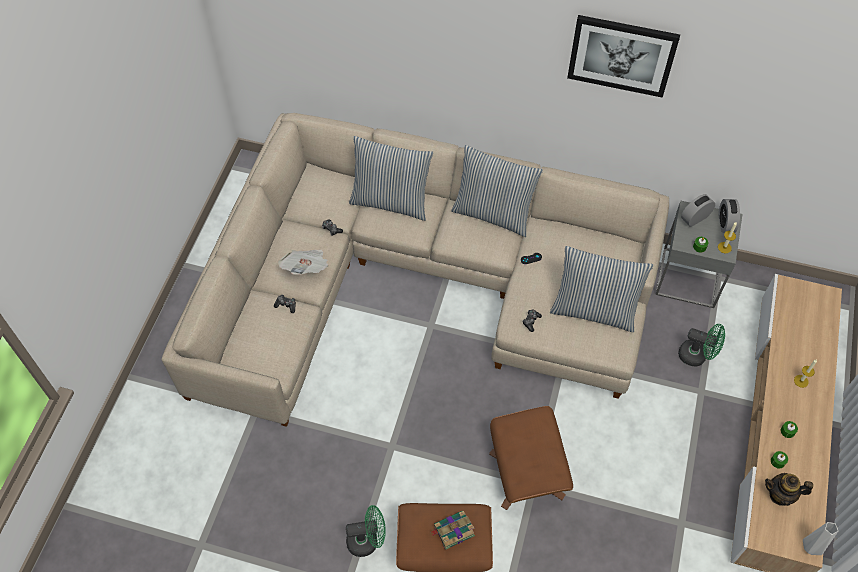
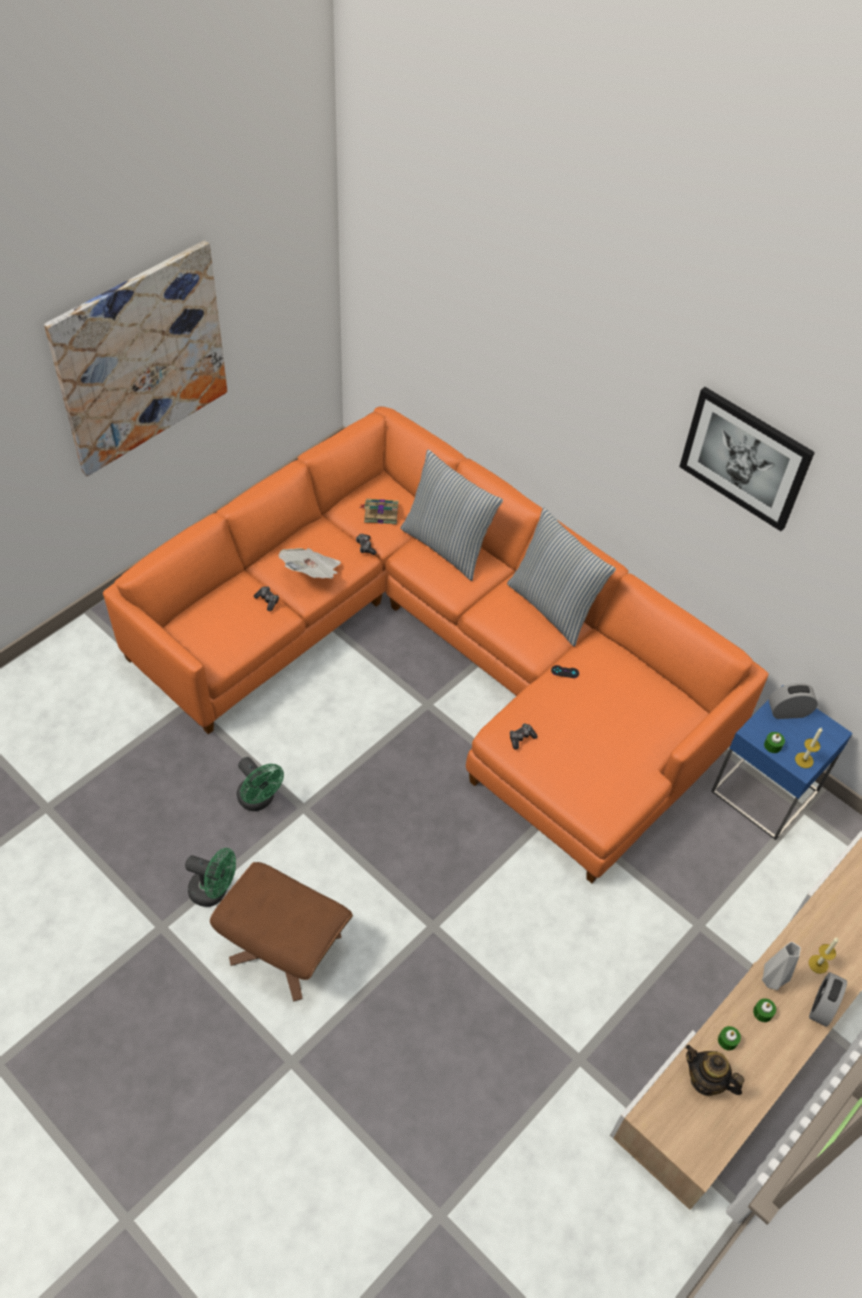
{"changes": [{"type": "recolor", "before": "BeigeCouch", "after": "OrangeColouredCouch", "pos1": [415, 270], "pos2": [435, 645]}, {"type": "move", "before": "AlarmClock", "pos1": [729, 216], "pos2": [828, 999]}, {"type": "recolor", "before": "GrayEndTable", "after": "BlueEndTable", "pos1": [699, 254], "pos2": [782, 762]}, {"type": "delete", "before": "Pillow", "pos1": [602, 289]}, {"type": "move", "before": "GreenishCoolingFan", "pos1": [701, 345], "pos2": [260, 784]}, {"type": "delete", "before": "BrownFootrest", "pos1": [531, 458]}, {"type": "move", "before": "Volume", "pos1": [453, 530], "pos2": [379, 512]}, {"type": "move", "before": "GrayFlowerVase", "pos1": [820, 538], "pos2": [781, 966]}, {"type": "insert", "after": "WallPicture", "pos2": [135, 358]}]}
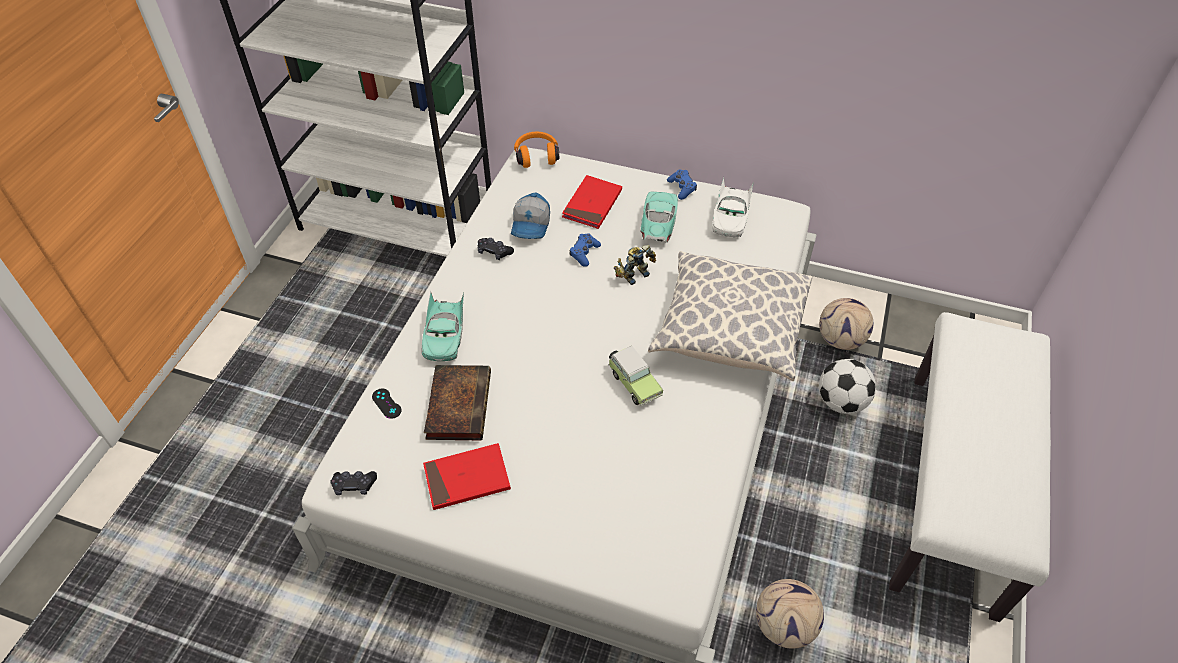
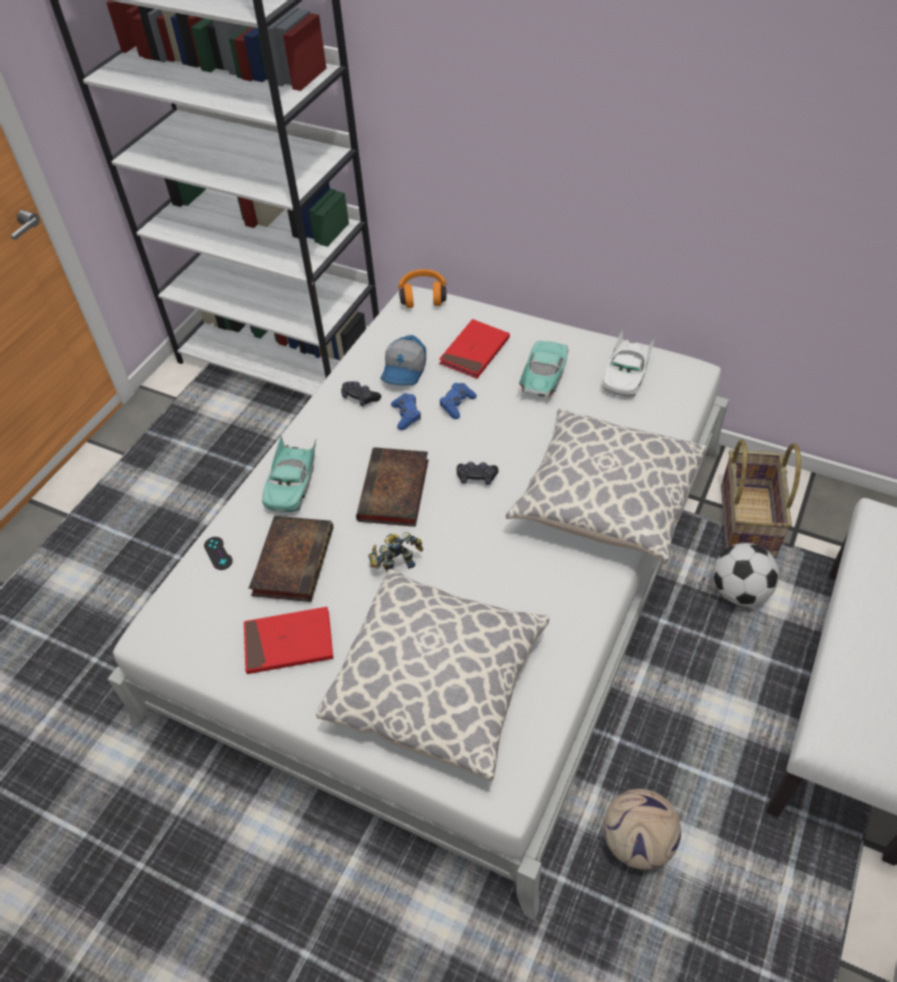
{"changes": [{"type": "move", "before": "BlueGamepad", "pos1": [682, 185], "pos2": [406, 411]}, {"type": "move", "before": "ToyRobot", "pos1": [635, 265], "pos2": [395, 552]}, {"type": "replace", "before": "FootballBall", "after": "HouseholdBasket", "pos1": [846, 324], "pos2": [761, 498]}, {"type": "delete", "before": "ToyCar", "pos1": [635, 376]}, {"type": "move", "before": "BlackColouredGamepad", "pos1": [353, 483], "pos2": [477, 473]}, {"type": "insert", "after": "Volume", "pos2": [392, 487]}, {"type": "insert", "after": "Pillow", "pos2": [432, 675]}]}
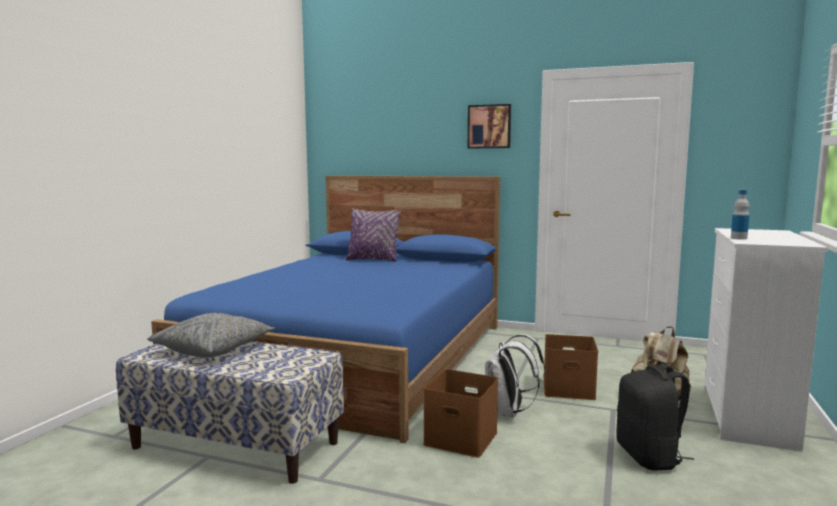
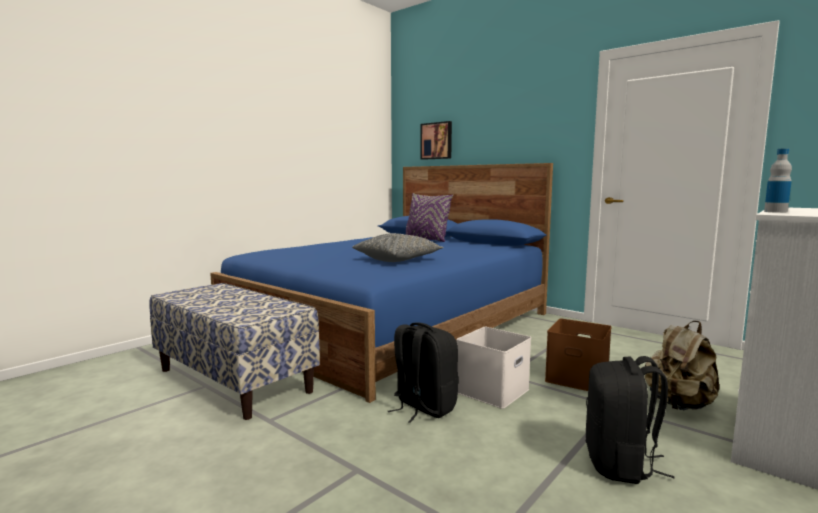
{"changes": [{"type": "move", "before": "WallPicture", "pos1": [489, 126], "pos2": [436, 140]}, {"type": "move", "before": "GrayPillow", "pos1": [211, 335], "pos2": [397, 247]}, {"type": "replace", "before": "WhiteBackpack", "after": "WhiteStorageBox", "pos1": [515, 375], "pos2": [493, 368]}, {"type": "replace", "before": "BrownStorageBox", "after": "BlackColouredBackpack", "pos1": [460, 413], "pos2": [423, 372]}]}
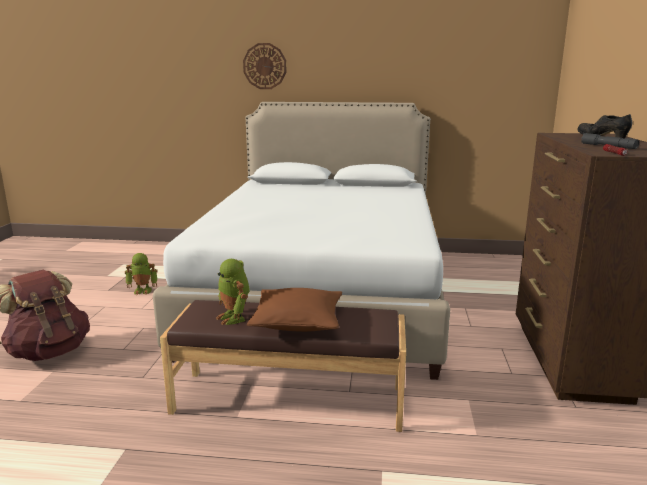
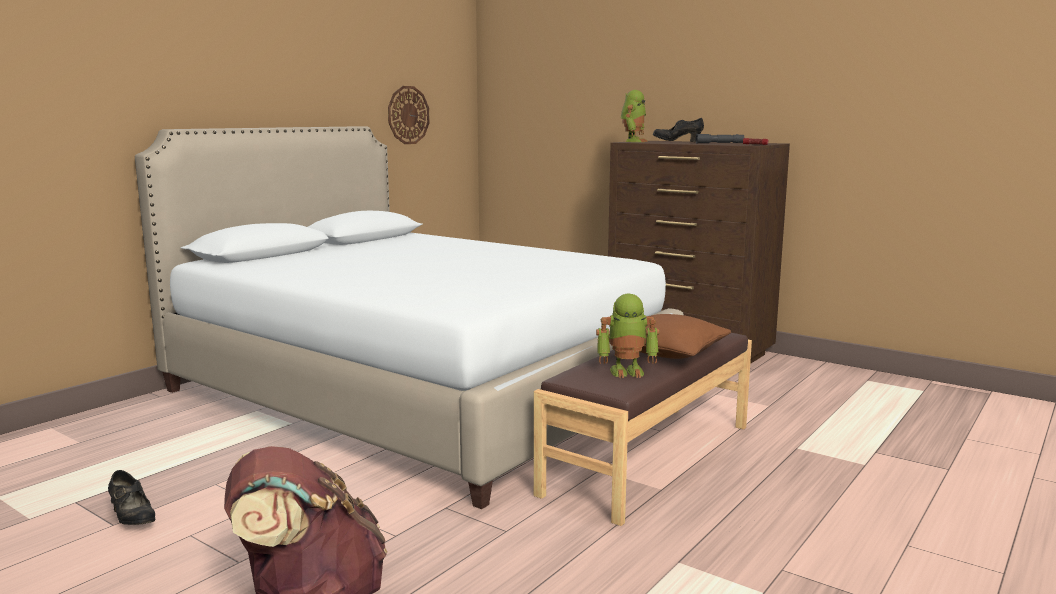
{"changes": [{"type": "move", "before": "HangingClock", "pos1": [264, 66], "pos2": [409, 115]}, {"type": "move", "before": "ToyRobot", "pos1": [141, 274], "pos2": [634, 116]}, {"type": "insert", "after": "BlackColouredItemOfFootwear", "pos2": [131, 497]}]}
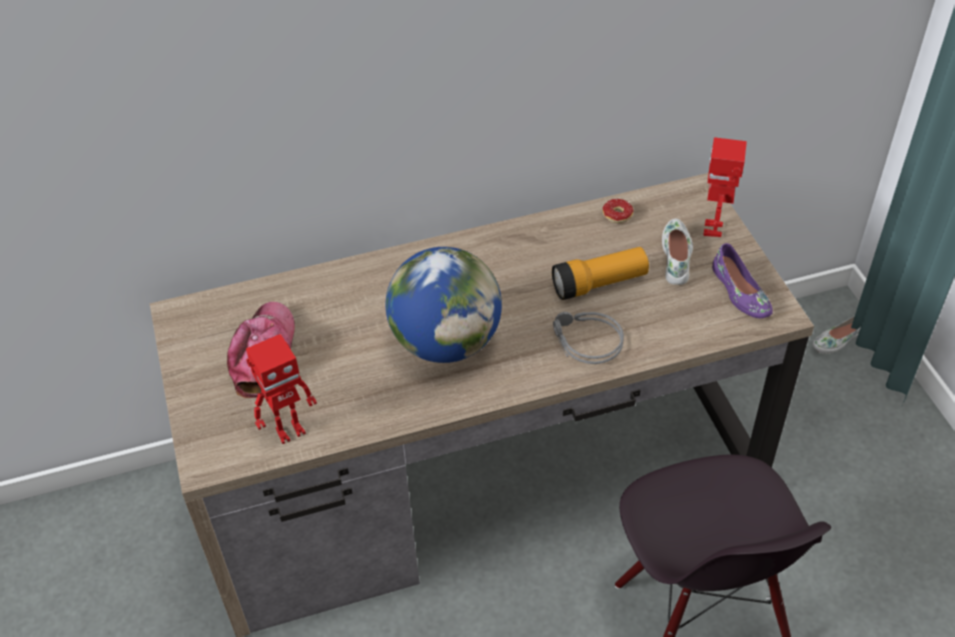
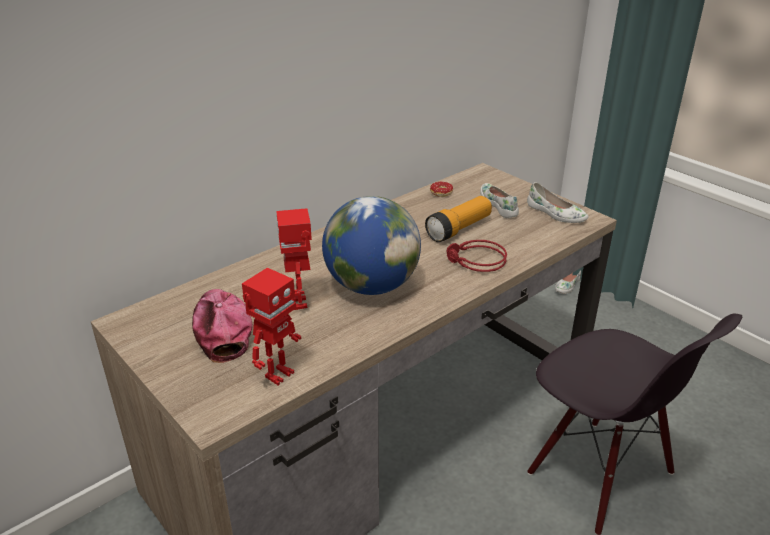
{"changes": [{"type": "move", "before": "ToyRobot", "pos1": [725, 187], "pos2": [294, 259]}, {"type": "recolor", "before": "PurpleItemOfFootwear", "after": "WhiteItemOfFootwear", "pos1": [742, 280], "pos2": [558, 202]}, {"type": "recolor", "before": "GrayHeadset", "after": "ReddishHeadset", "pos1": [588, 338], "pos2": [477, 256]}]}
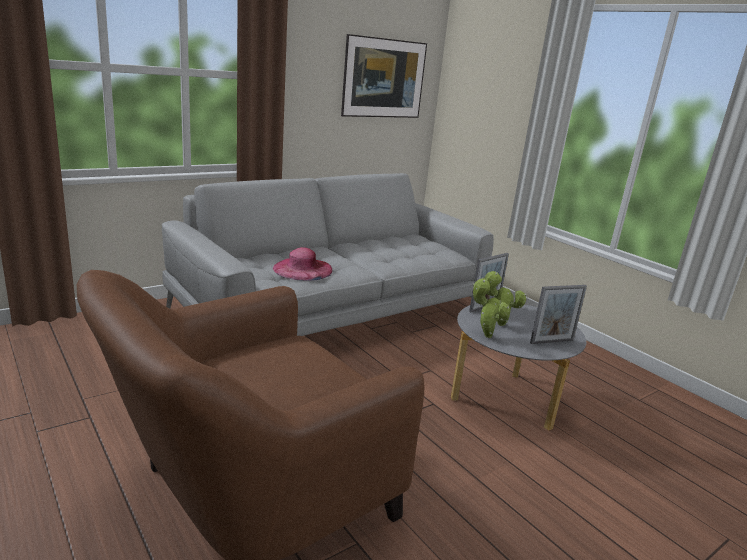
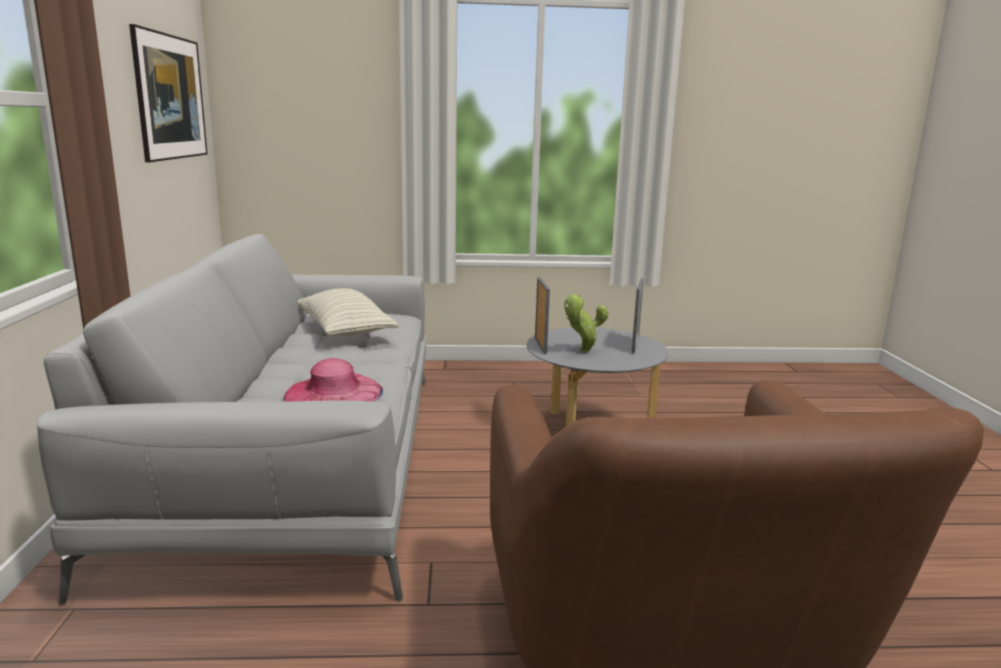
{"changes": [{"type": "delete", "before": "PottedPlant", "pos1": [491, 308]}, {"type": "insert", "after": "Pillow", "pos2": [348, 312]}]}
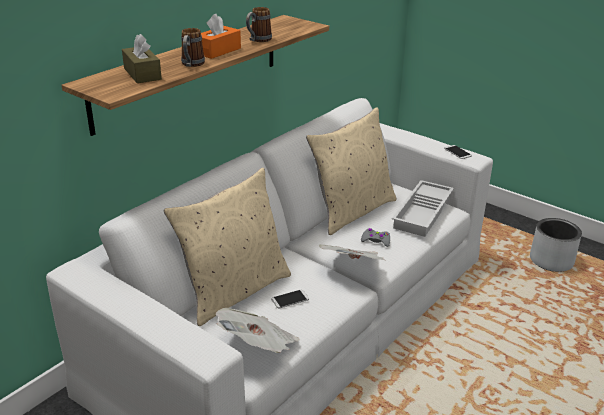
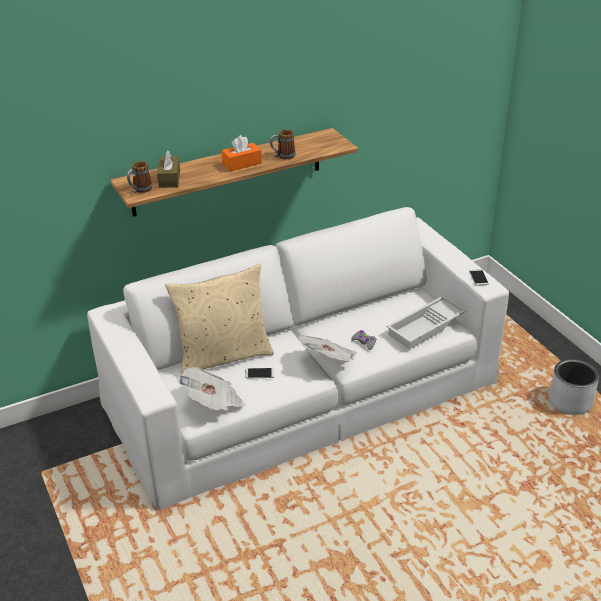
{"changes": [{"type": "move", "before": "TeaMug", "pos1": [193, 47], "pos2": [139, 177]}, {"type": "delete", "before": "BeigePillow", "pos1": [351, 171]}]}
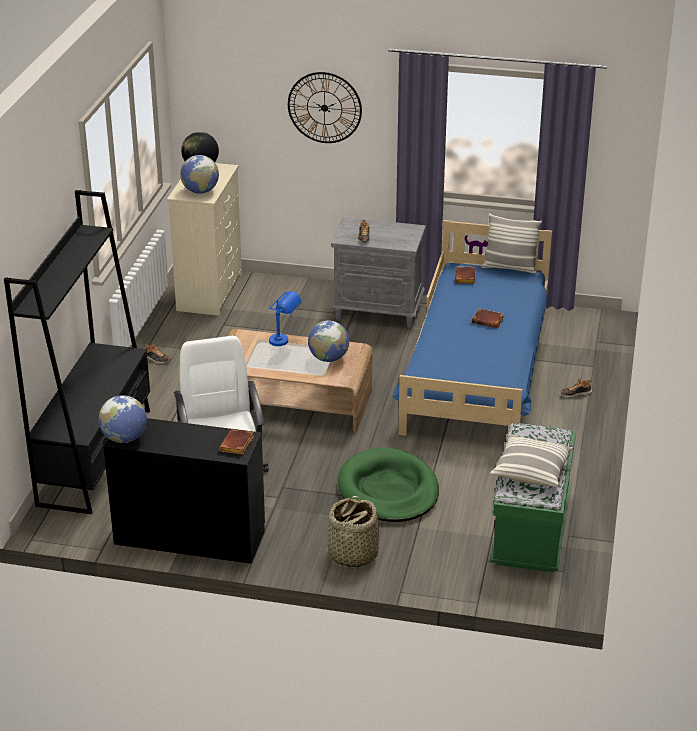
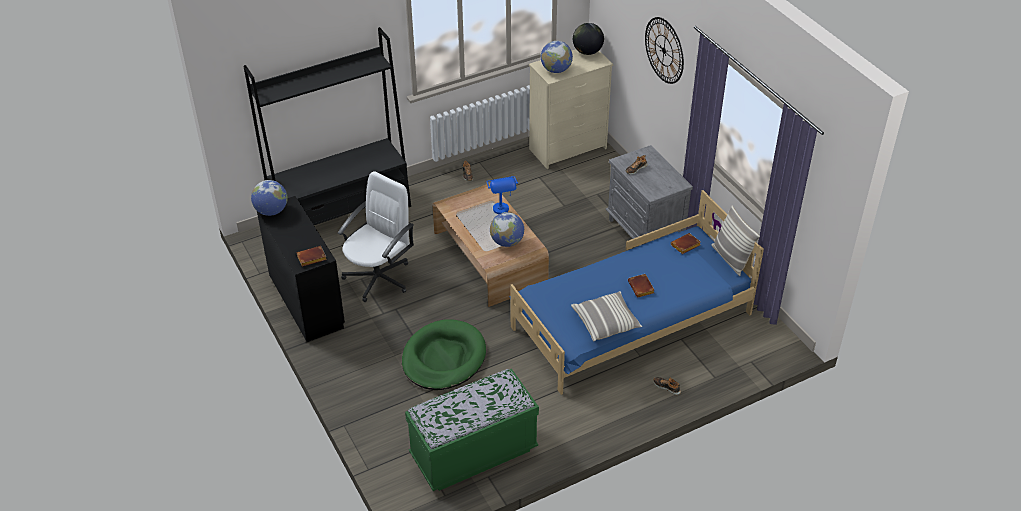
{"changes": [{"type": "move", "before": "Pillow", "pos1": [531, 460], "pos2": [606, 316]}, {"type": "delete", "before": "HouseholdBasket", "pos1": [353, 531]}]}
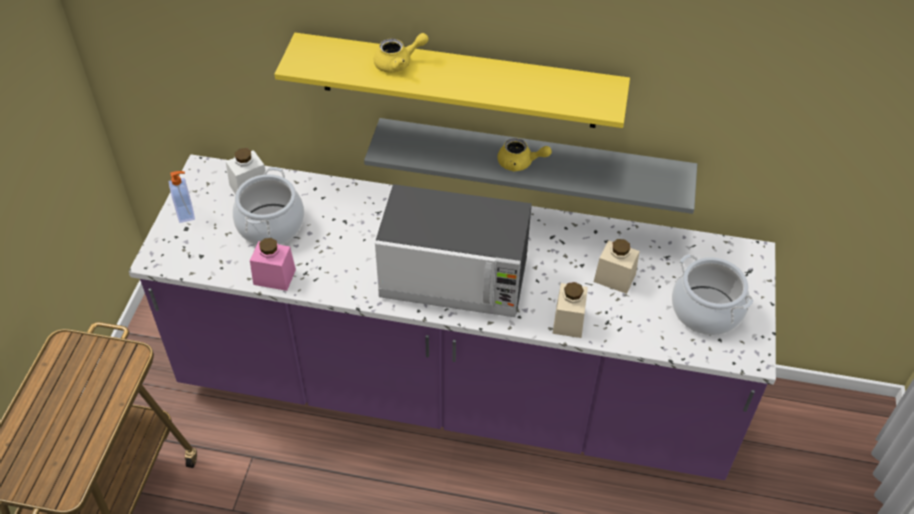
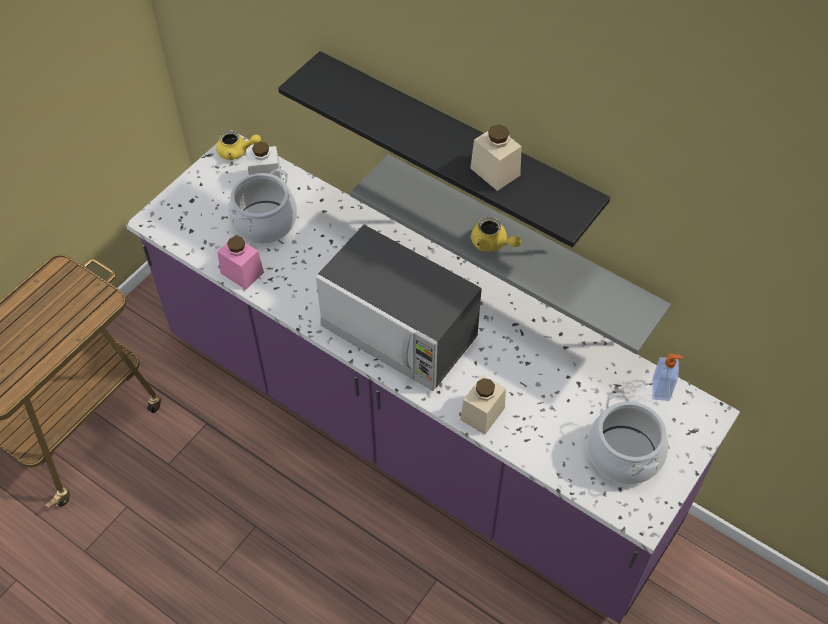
{"changes": [{"type": "recolor", "before": "YellowBracketShelf", "after": "BlackColouredBracketShelf", "pos1": [452, 80], "pos2": [444, 149]}, {"type": "move", "before": "YellowTeaPot", "pos1": [401, 53], "pos2": [238, 145]}, {"type": "move", "before": "LiquidSoapBottle", "pos1": [182, 197], "pos2": [668, 377]}, {"type": "move", "before": "BeigePreserveJar", "pos1": [617, 266], "pos2": [496, 157]}]}
